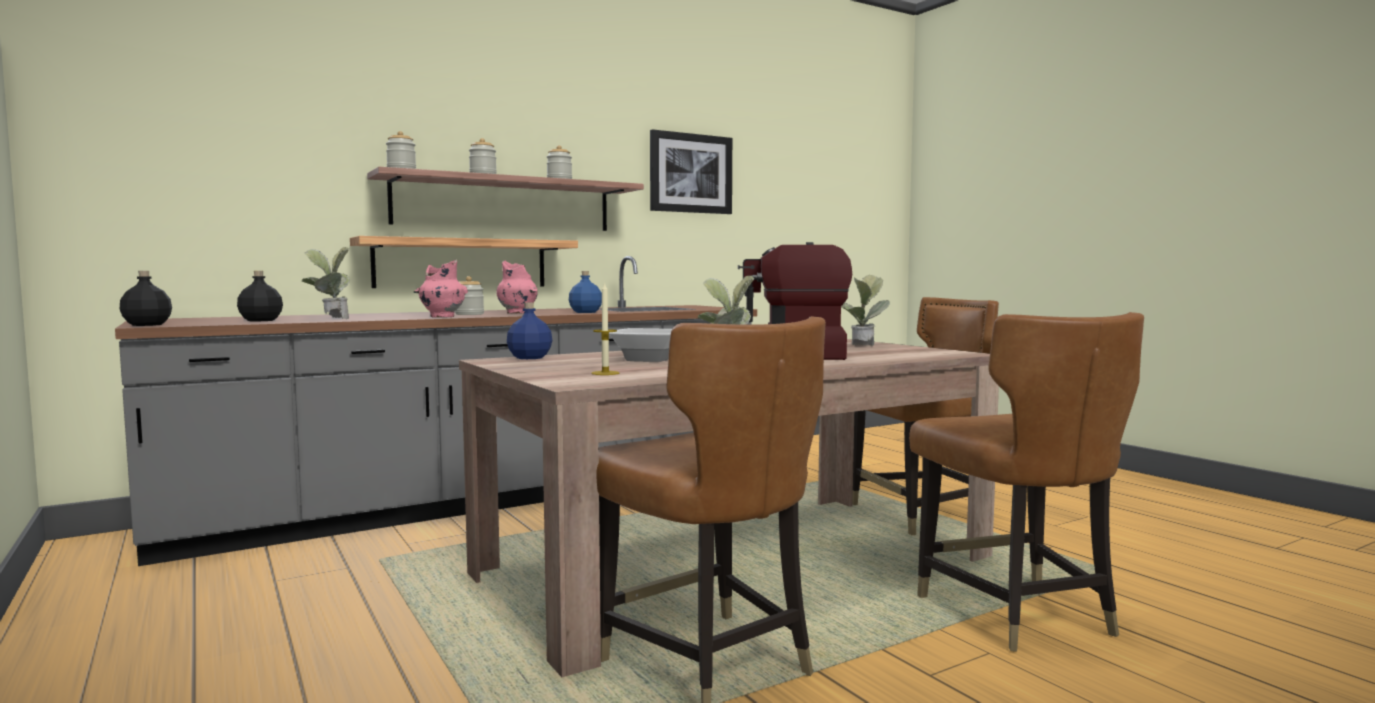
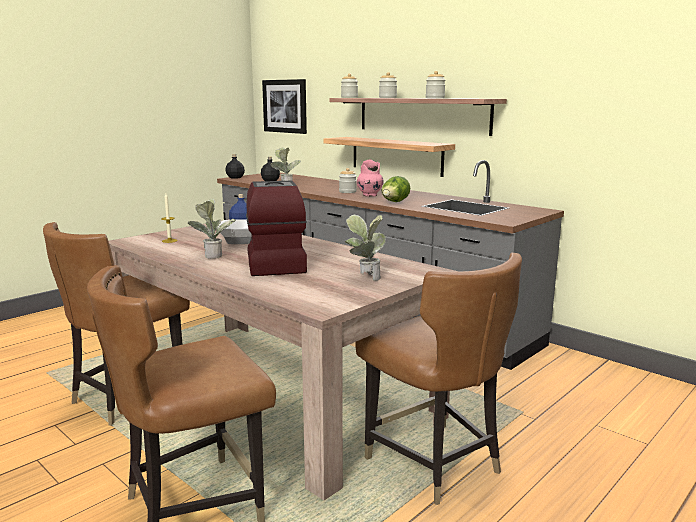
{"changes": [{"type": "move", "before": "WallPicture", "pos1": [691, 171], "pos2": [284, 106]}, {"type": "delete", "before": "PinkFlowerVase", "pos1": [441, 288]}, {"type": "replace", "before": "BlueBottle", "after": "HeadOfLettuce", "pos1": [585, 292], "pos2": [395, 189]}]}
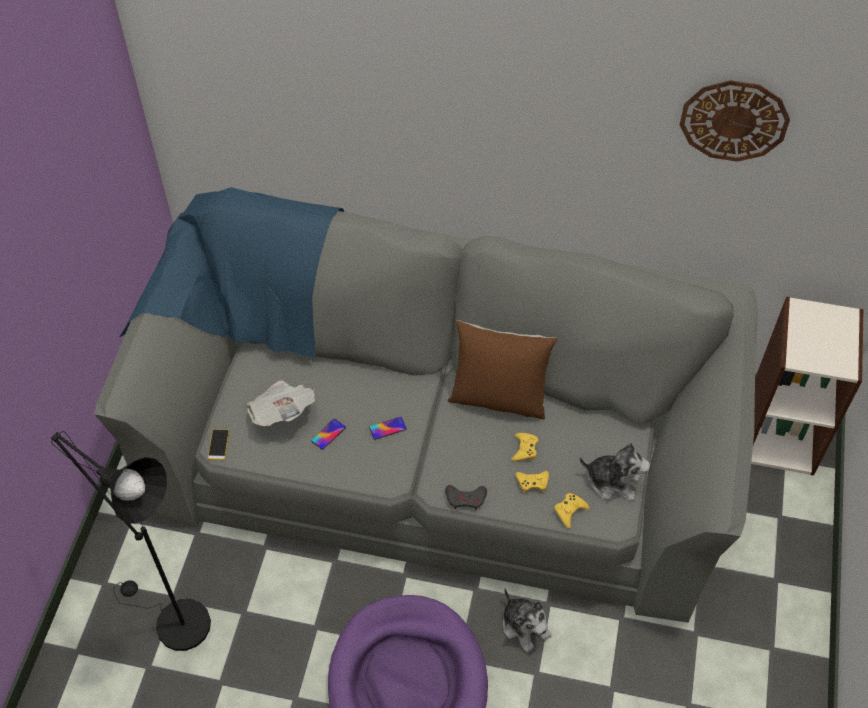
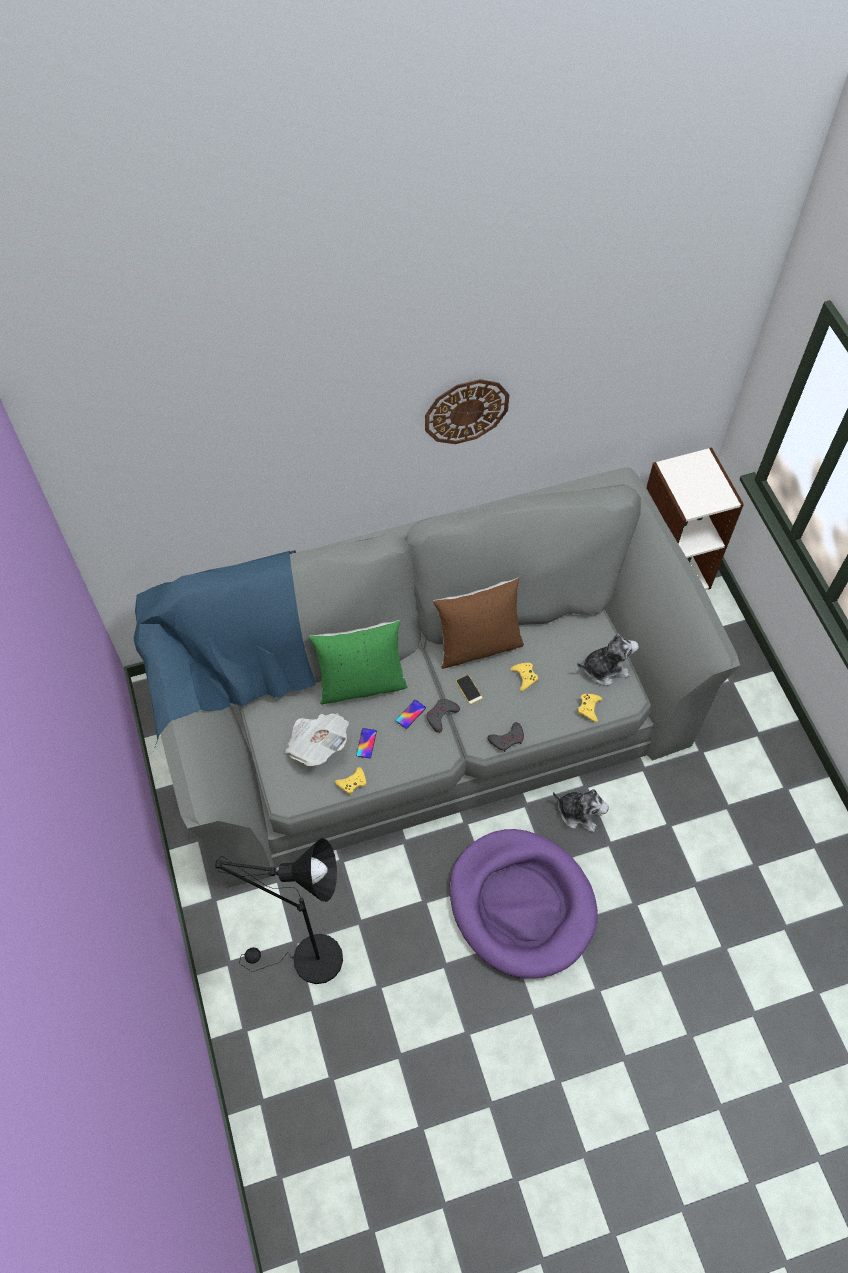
{"changes": [{"type": "move", "before": "HangingClock", "pos1": [735, 121], "pos2": [467, 411]}, {"type": "move", "before": "Handset", "pos1": [218, 444], "pos2": [469, 689]}, {"type": "move", "before": "YellowGamepad", "pos1": [532, 482], "pos2": [350, 781]}, {"type": "insert", "after": "GreenishPillow", "pos2": [358, 662]}, {"type": "insert", "after": "GrayGamepad", "pos2": [443, 716]}]}
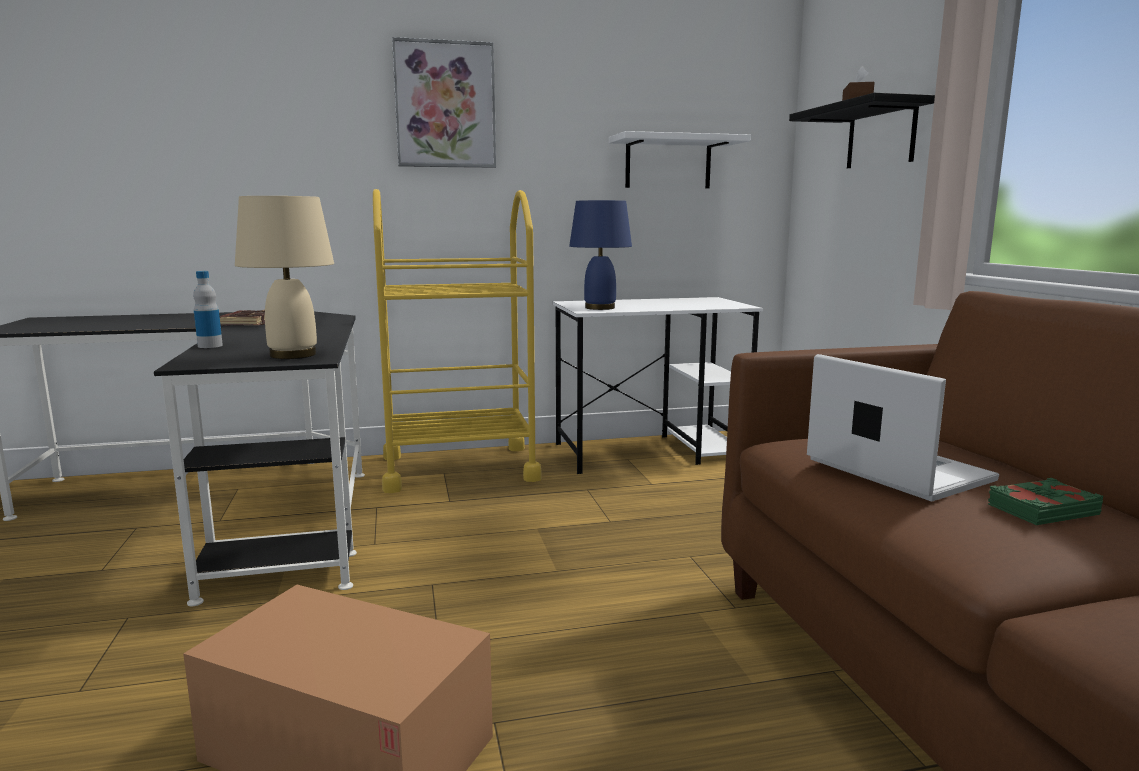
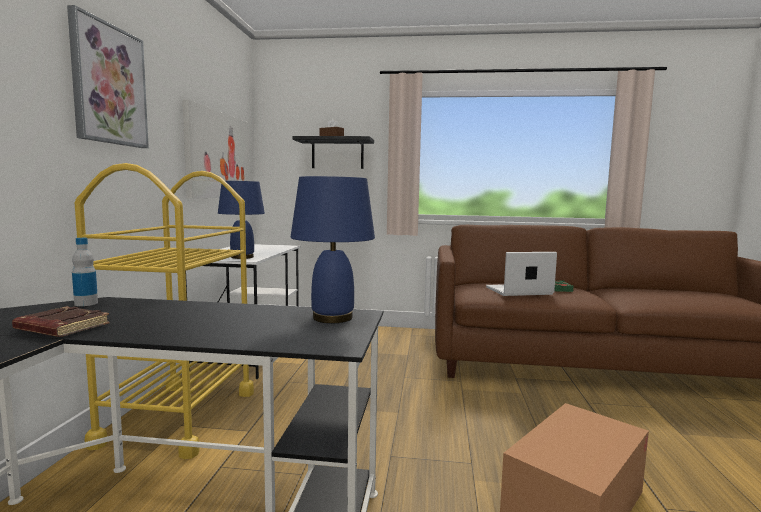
{"changes": [{"type": "replace", "before": "WhiteBracketShelf", "after": "WallPicture", "pos1": [680, 159], "pos2": [216, 148]}, {"type": "recolor", "before": "BeigeLampForATable", "after": "BlueLampForATable", "pos1": [284, 277], "pos2": [332, 249]}, {"type": "move", "before": "Bottle", "pos1": [208, 309], "pos2": [85, 272]}]}
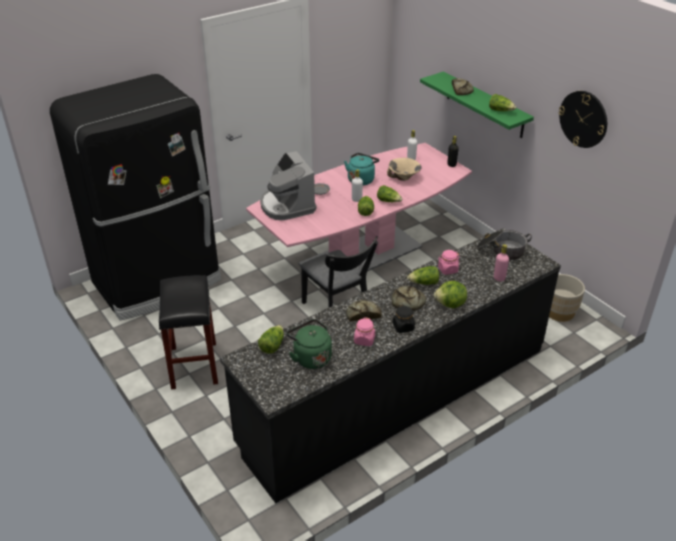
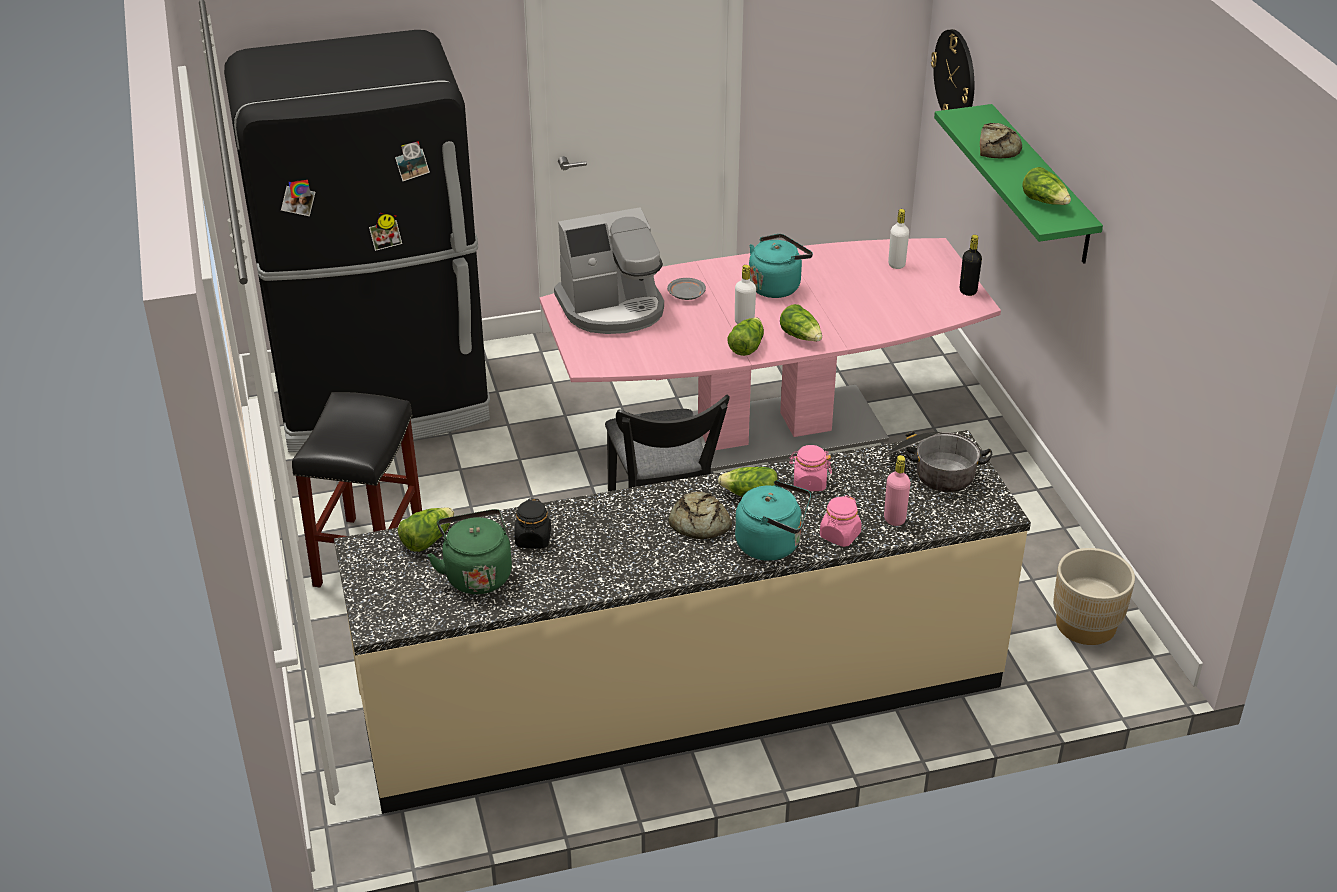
{"changes": [{"type": "move", "before": "HangingClock", "pos1": [583, 119], "pos2": [952, 69]}, {"type": "rotate", "before": "CoffeeBrewer", "pos1": [288, 185], "pos2": [609, 270], "turn": -105}, {"type": "delete", "before": "BeigeBowl", "pos1": [404, 169]}, {"type": "recolor", "before": "BlackColouredCounter", "after": "BeigeCounter", "pos1": [390, 365], "pos2": [682, 622]}, {"type": "replace", "before": "HeadOfLettuce", "after": "TurquoiseColouredKettle", "pos1": [450, 294], "pos2": [773, 520]}, {"type": "delete", "before": "Bread", "pos1": [364, 310]}, {"type": "move", "before": "BlackColouredPreserveJar", "pos1": [404, 319], "pos2": [532, 523]}, {"type": "move", "before": "PinkPreserveJar", "pos1": [364, 331], "pos2": [841, 521]}]}
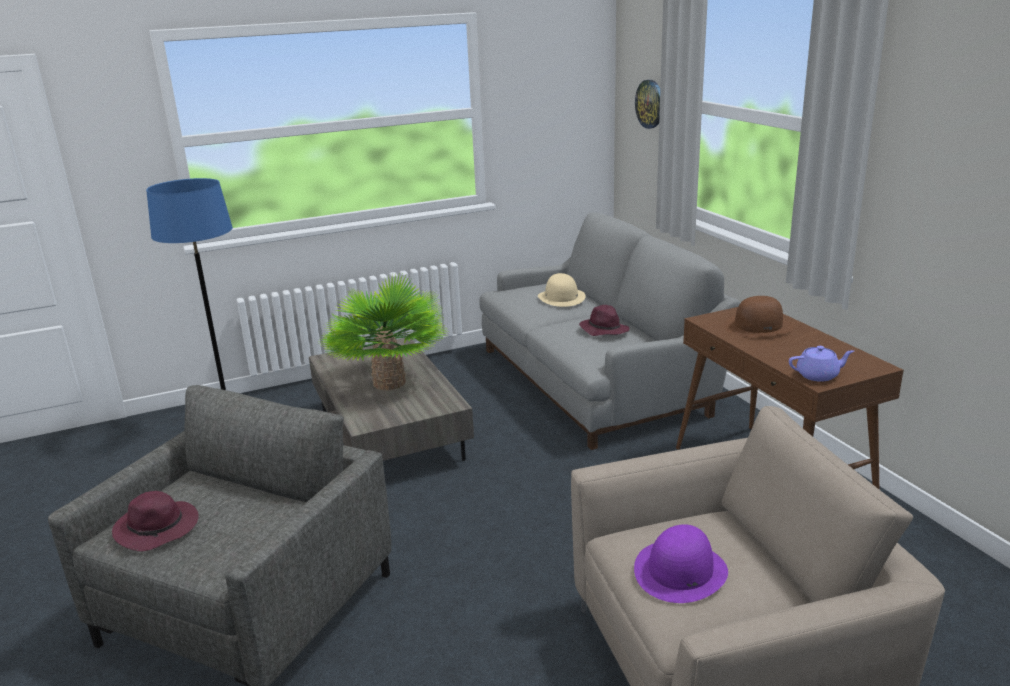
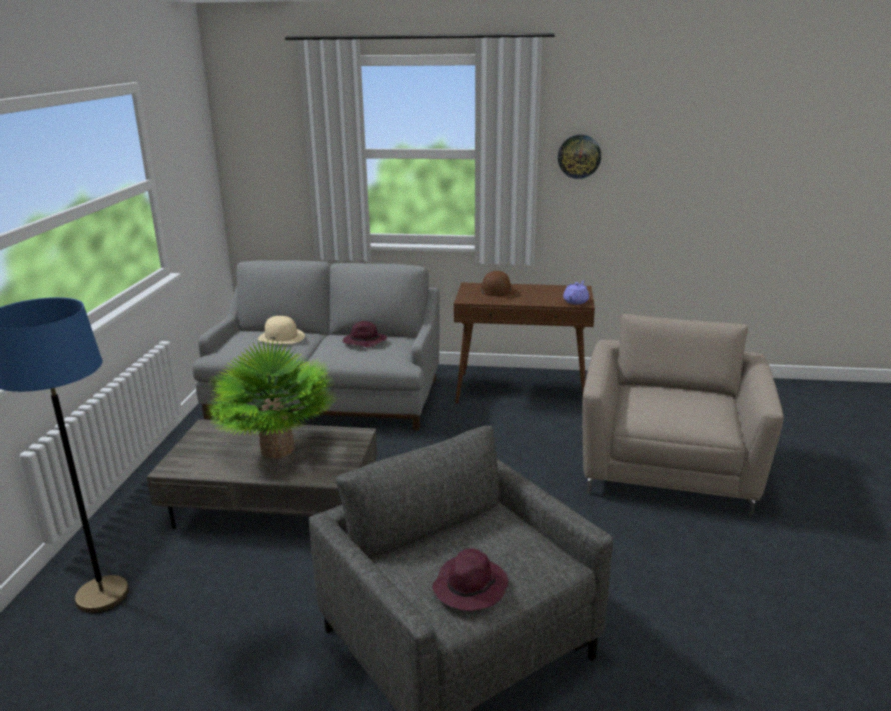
{"changes": [{"type": "move", "before": "HangingClock", "pos1": [647, 104], "pos2": [579, 157]}, {"type": "delete", "before": "PurpleClothingHat", "pos1": [681, 563]}]}
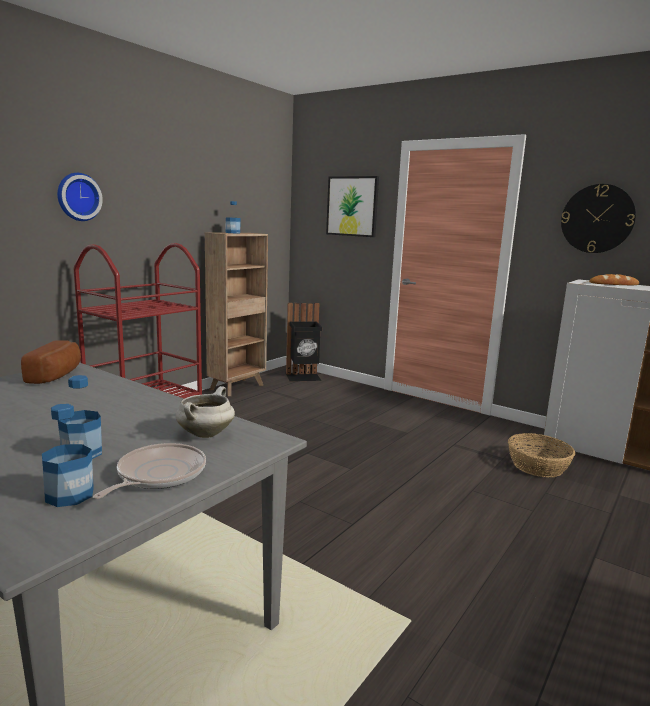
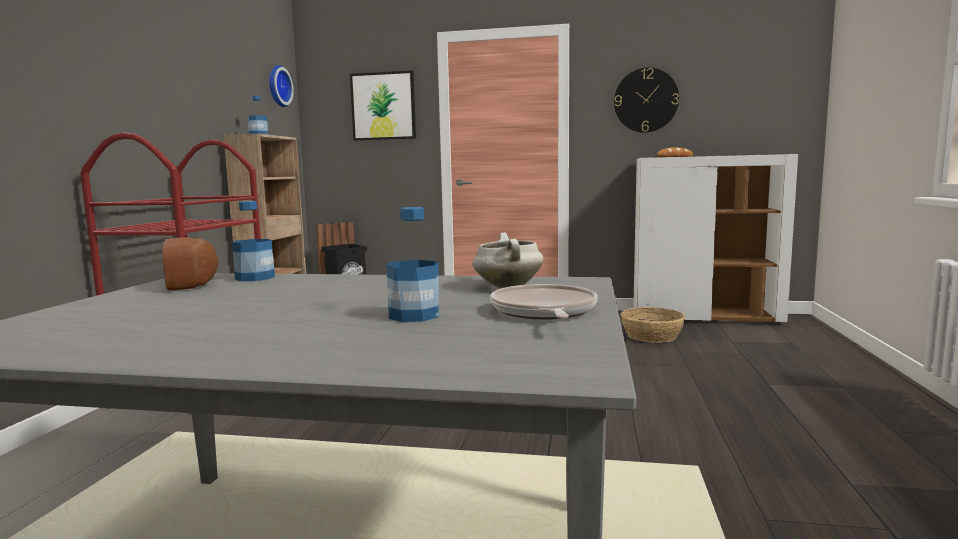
{"changes": [{"type": "move", "before": "HangingClock", "pos1": [80, 197], "pos2": [281, 86]}, {"type": "move", "before": "Bottle", "pos1": [68, 455], "pos2": [253, 241]}]}
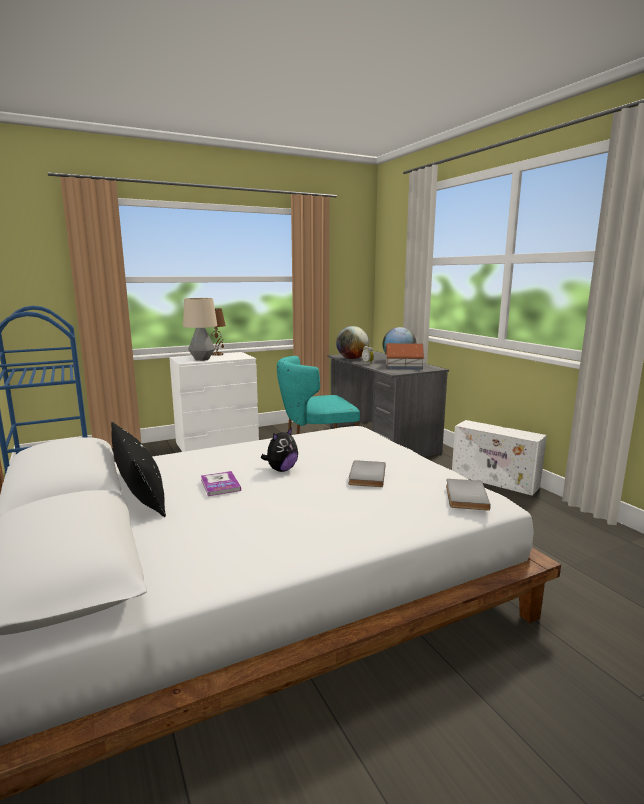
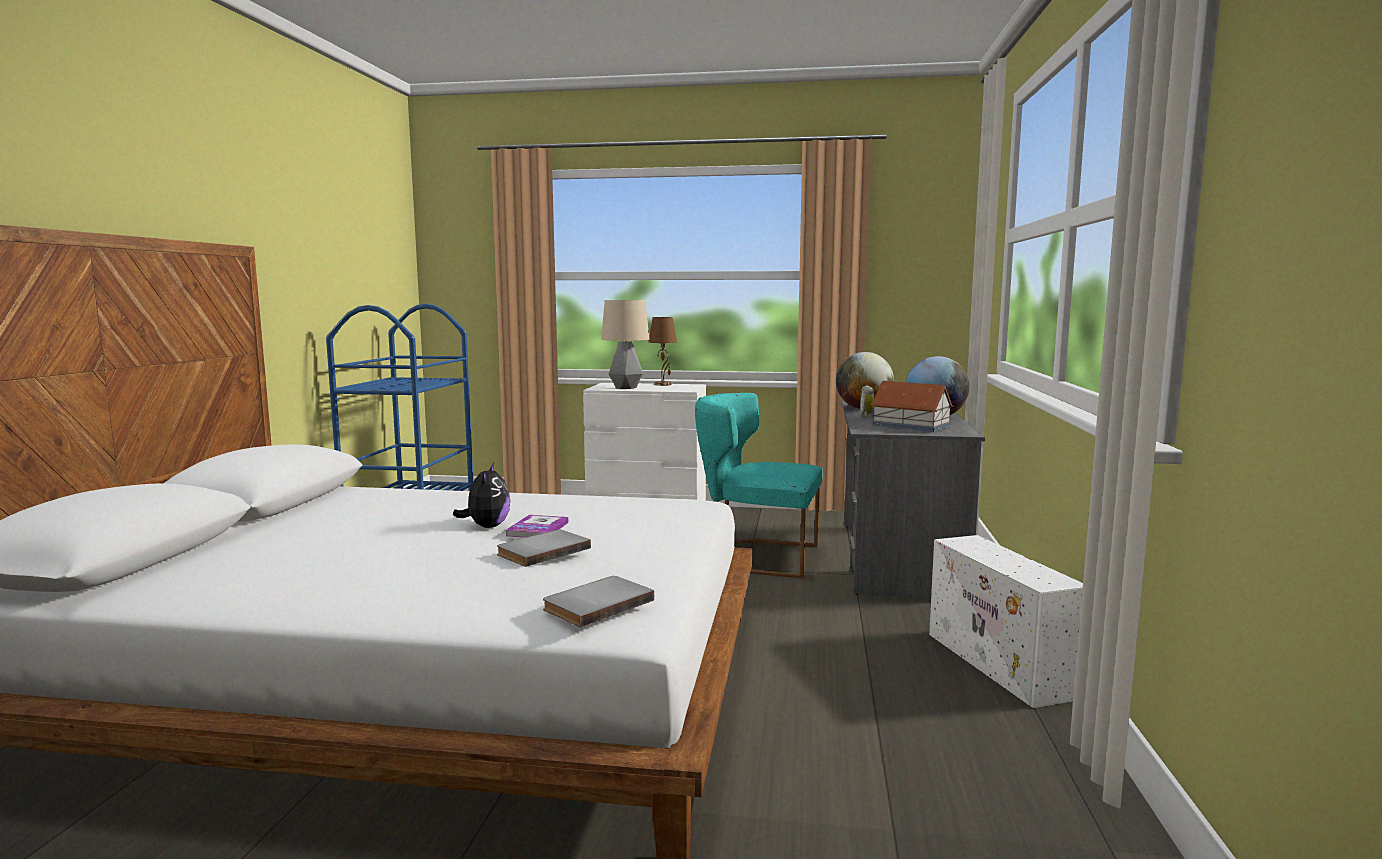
{"changes": [{"type": "delete", "before": "BlackColouredPillow", "pos1": [138, 469]}, {"type": "rotate", "before": "CuddlyToy", "pos1": [279, 449], "pos2": [481, 495], "turn": -75}, {"type": "move", "before": "Volume", "pos1": [221, 483], "pos2": [537, 526]}]}
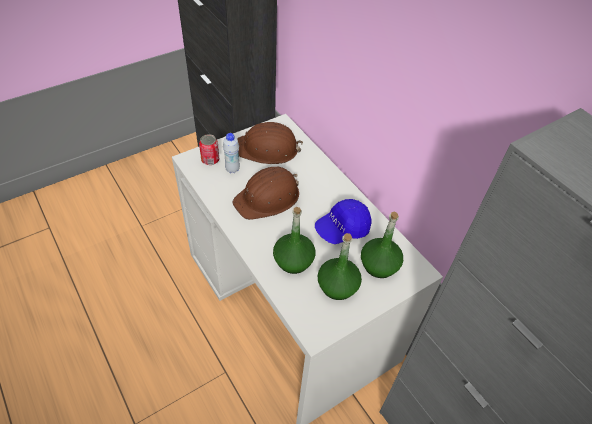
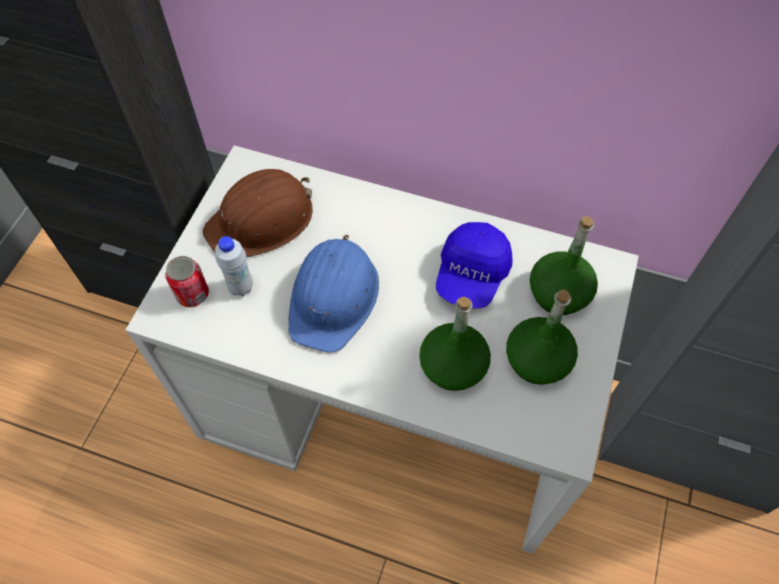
{"changes": [{"type": "recolor", "before": "BrownWorkHelmet", "after": "BlueWorkHelmet", "pos1": [266, 193], "pos2": [333, 294]}]}
